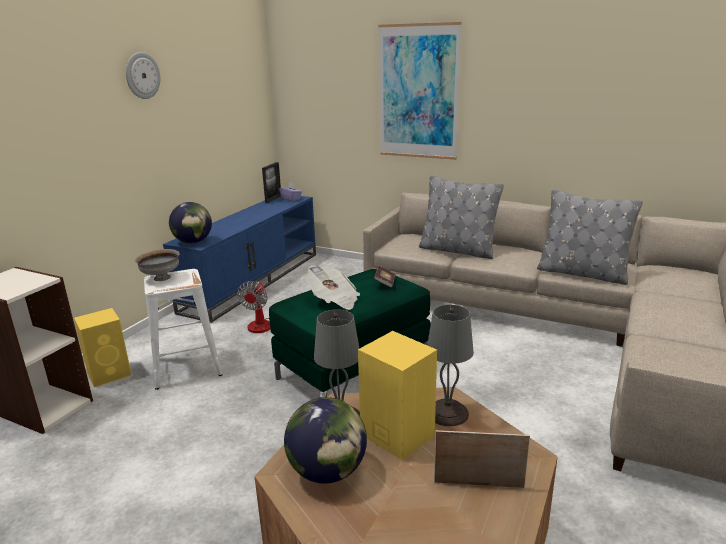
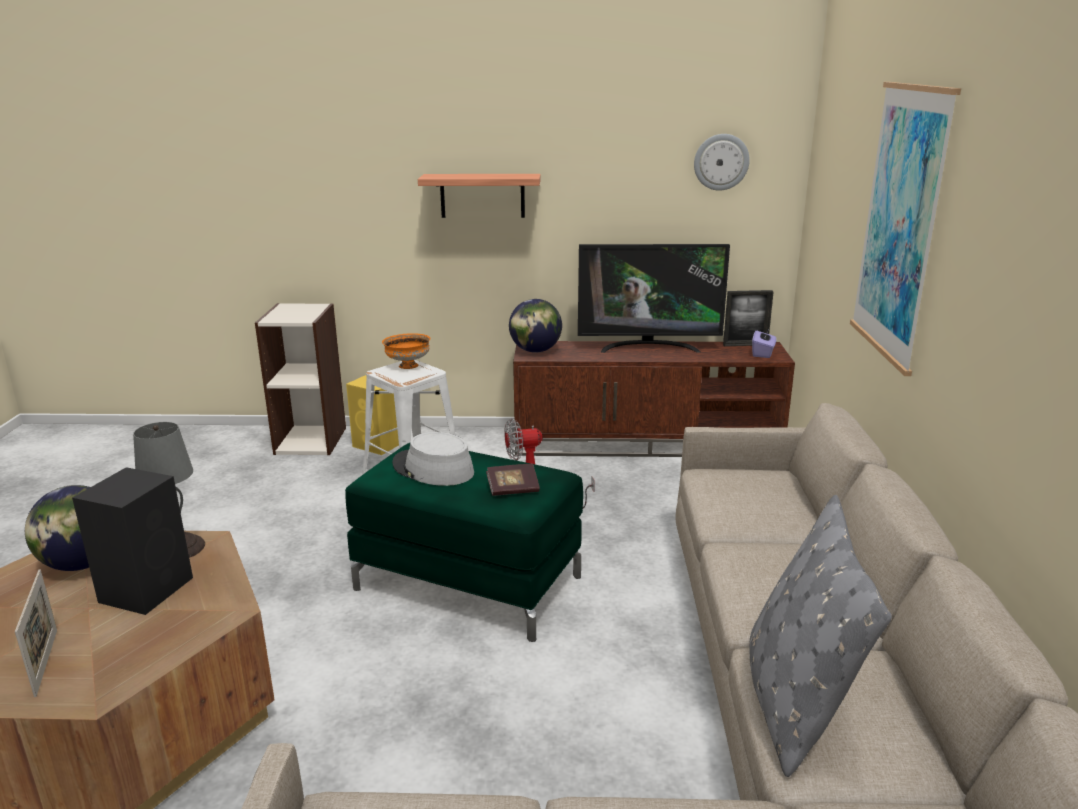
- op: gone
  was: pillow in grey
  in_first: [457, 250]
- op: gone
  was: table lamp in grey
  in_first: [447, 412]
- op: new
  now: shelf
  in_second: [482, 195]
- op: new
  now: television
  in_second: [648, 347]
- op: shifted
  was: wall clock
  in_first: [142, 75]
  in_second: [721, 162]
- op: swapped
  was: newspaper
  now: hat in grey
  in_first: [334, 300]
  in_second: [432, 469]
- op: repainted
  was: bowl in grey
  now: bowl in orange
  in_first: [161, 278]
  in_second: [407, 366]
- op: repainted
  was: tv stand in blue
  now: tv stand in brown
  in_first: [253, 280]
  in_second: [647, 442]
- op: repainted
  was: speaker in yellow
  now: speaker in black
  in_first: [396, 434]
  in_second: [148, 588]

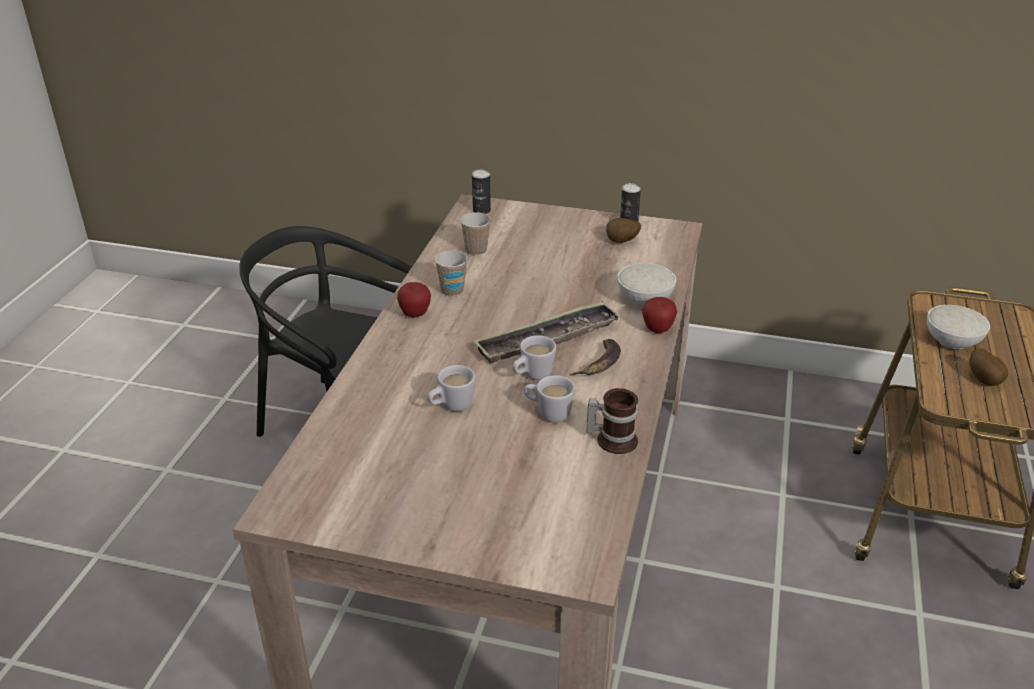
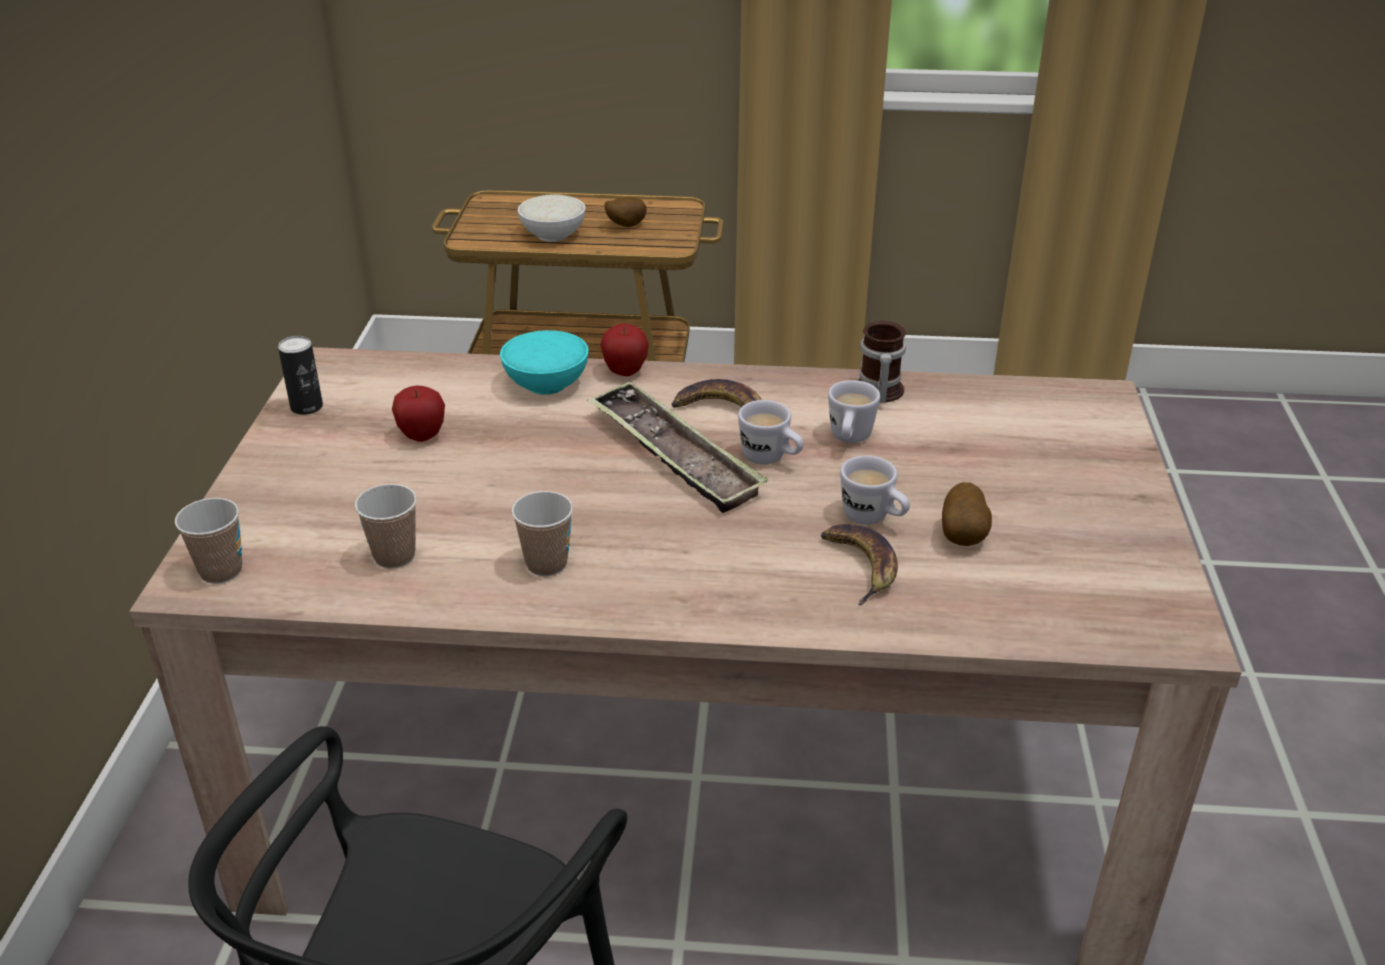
- op: new
  now: banana
  in_second: [861, 566]
- op: shifted
  was: apple
  in_first: [415, 314]
  in_second: [422, 436]
- op: shifted
  was: potato
  in_first: [621, 242]
  in_second: [963, 537]
- op: swapped
  was: can
  now: cup
  in_first: [481, 210]
  in_second: [221, 571]
- op: repainted
  was: bowl in white
  now: bowl in turquoise
  in_first: [645, 300]
  in_second: [548, 384]

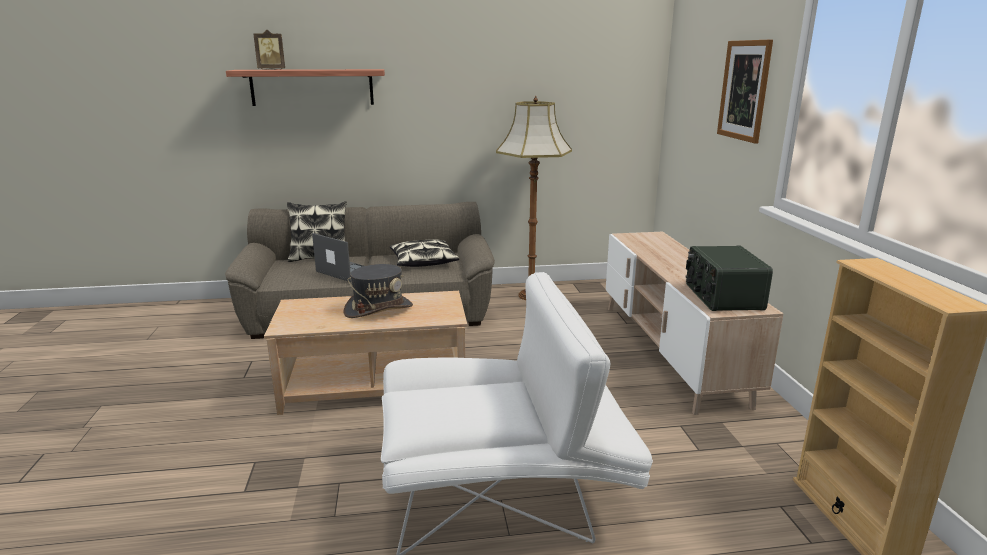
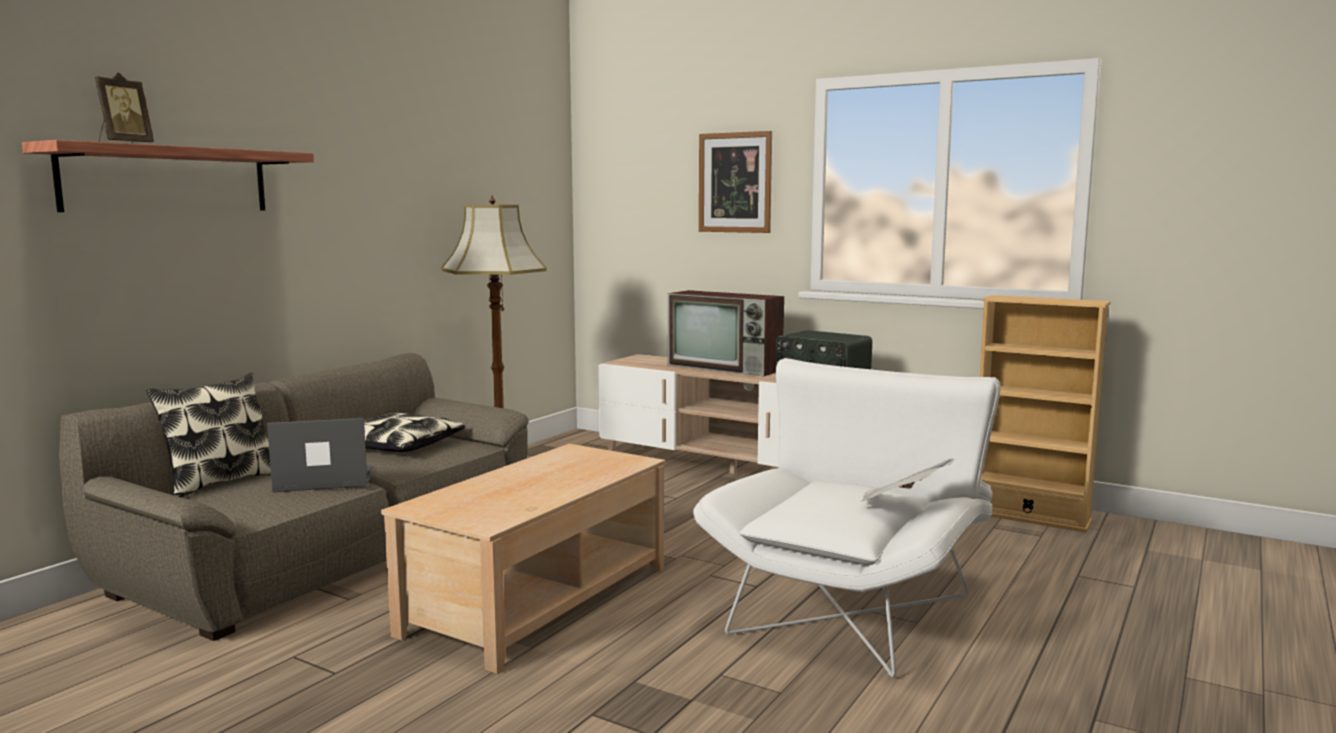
- op: gone
  was: hat in grey
  in_first: [378, 309]
- op: new
  now: television
  in_second: [726, 368]
- op: new
  now: newspaper
  in_second: [902, 505]

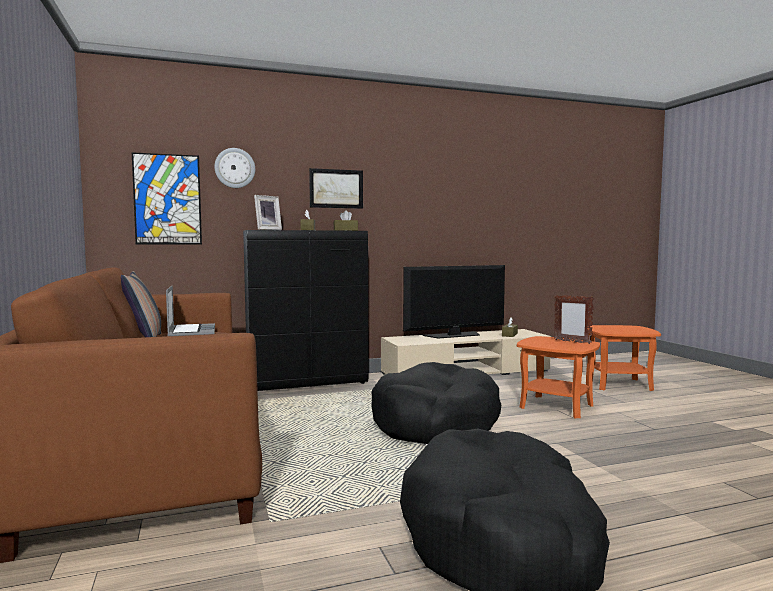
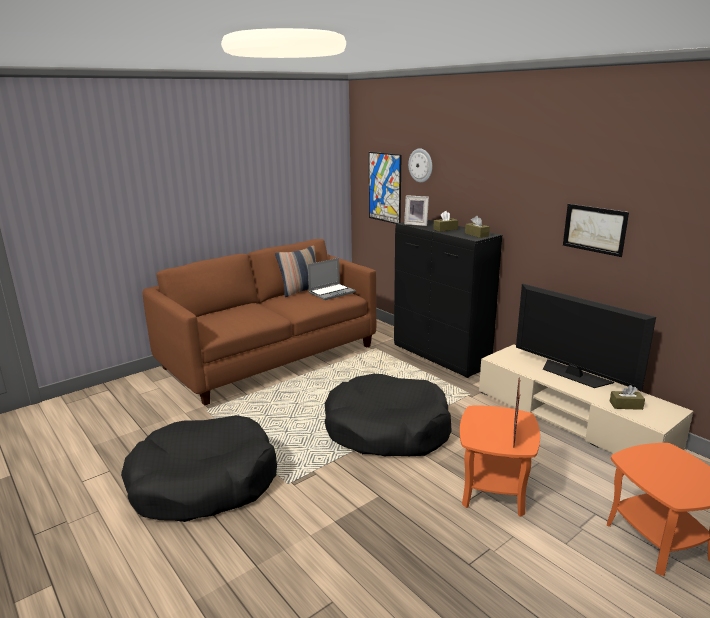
- op: shifted
  was: picture
  in_first: [336, 188]
  in_second: [594, 229]

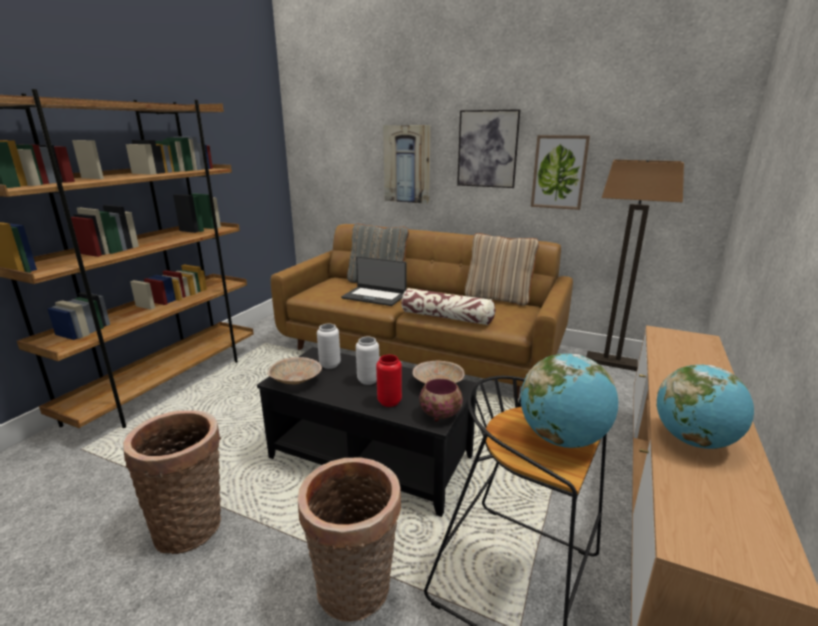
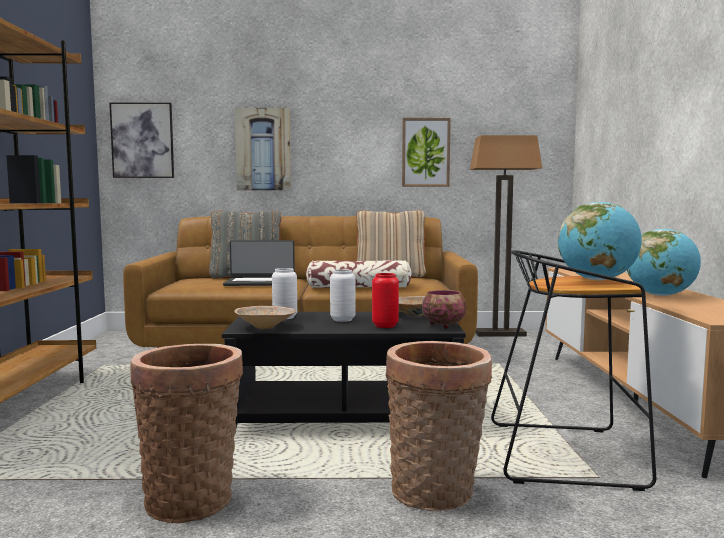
- op: shifted
  was: picture
  in_first: [487, 149]
  in_second: [142, 140]

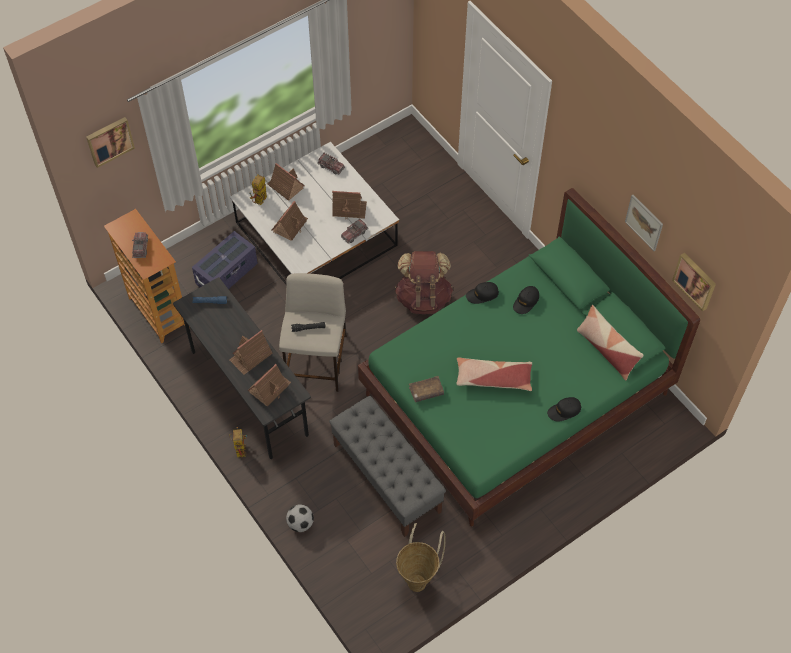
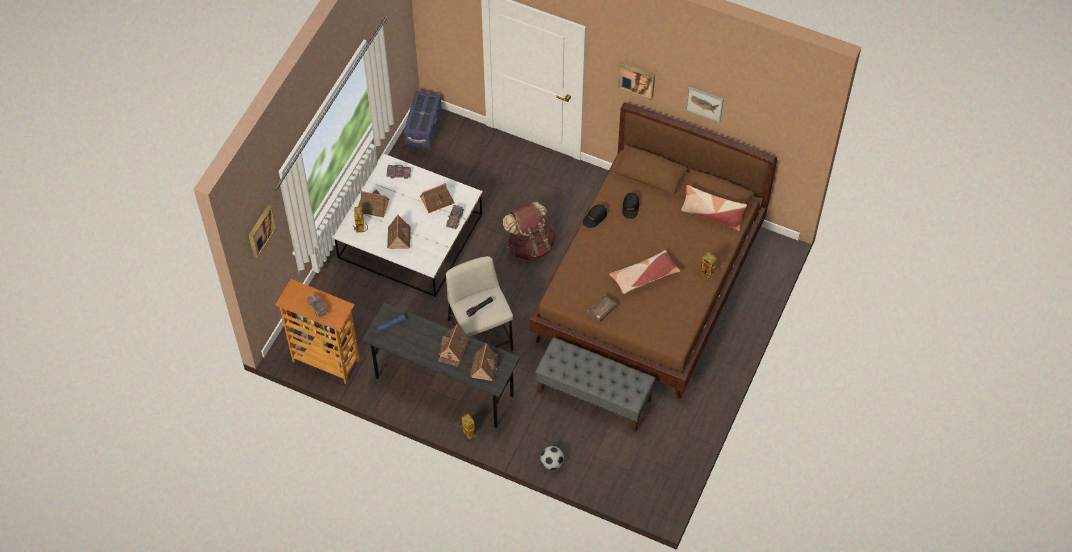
- op: gone
  was: basket
  in_first: [418, 578]
- op: shifted
  was: storage box in purple
  in_first: [227, 274]
  in_second: [423, 129]
- op: shifted
  was: picture
  in_first: [695, 280]
  in_second: [637, 79]
- op: swapped
  was: cap in black
  now: toy robot
  in_first: [564, 411]
  in_second: [710, 274]
- op: repainted
  was: bed in green
  now: bed in brown
  in_first: [516, 394]
  in_second: [649, 285]

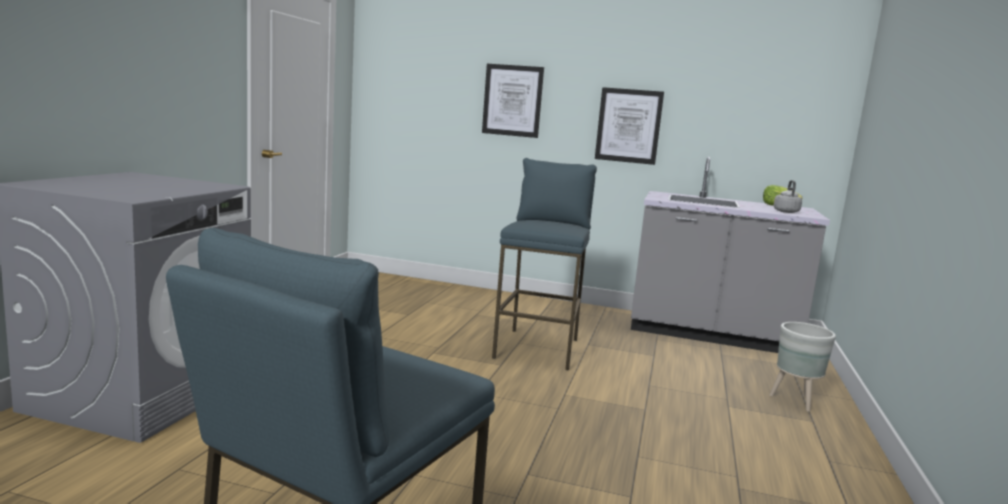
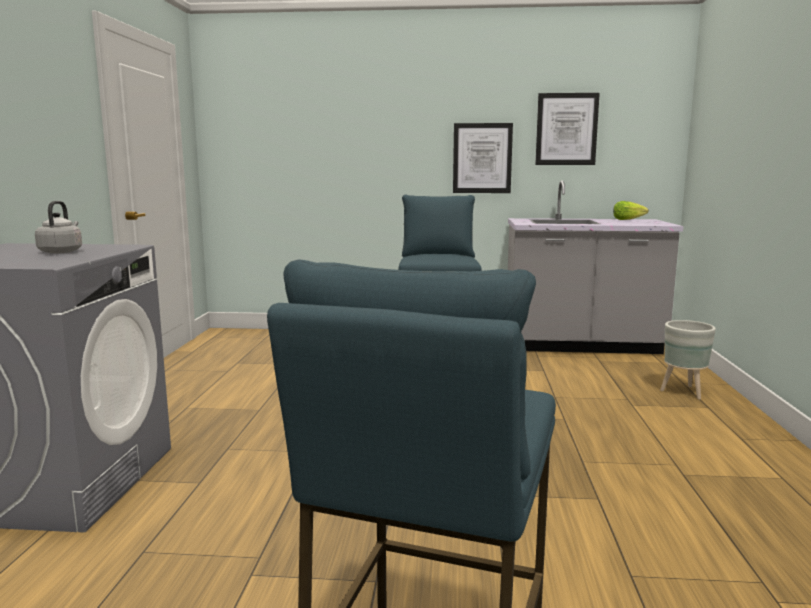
- op: shifted
  was: picture
  in_first: [512, 100]
  in_second: [566, 129]
- op: shifted
  was: kettle in grey
  in_first: [785, 211]
  in_second: [61, 251]

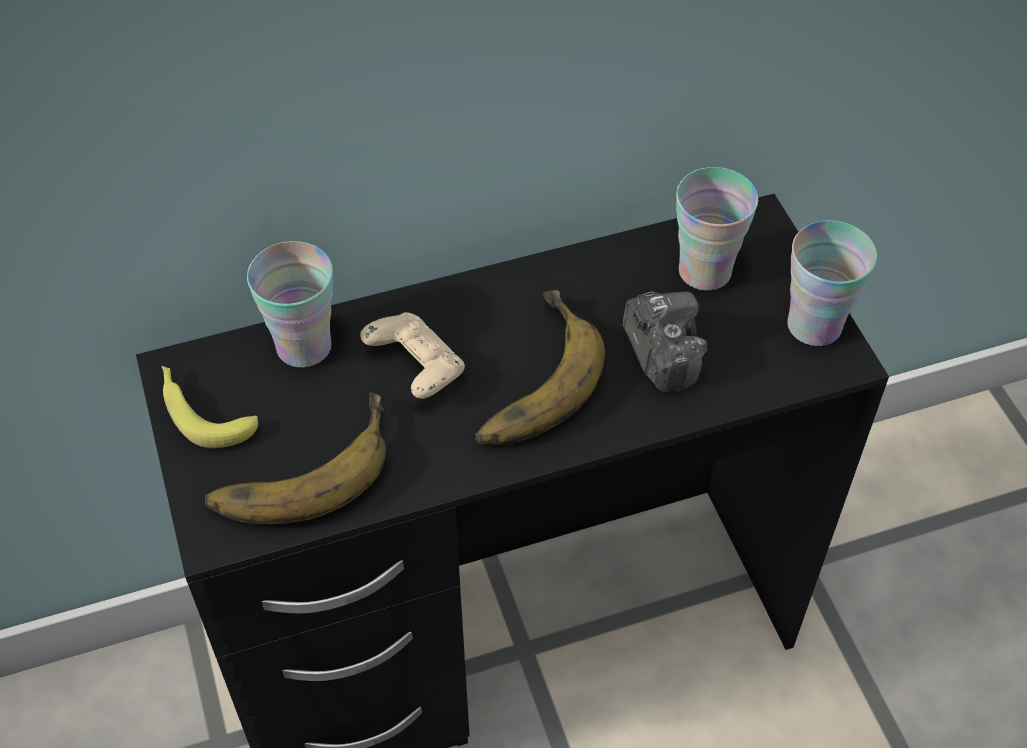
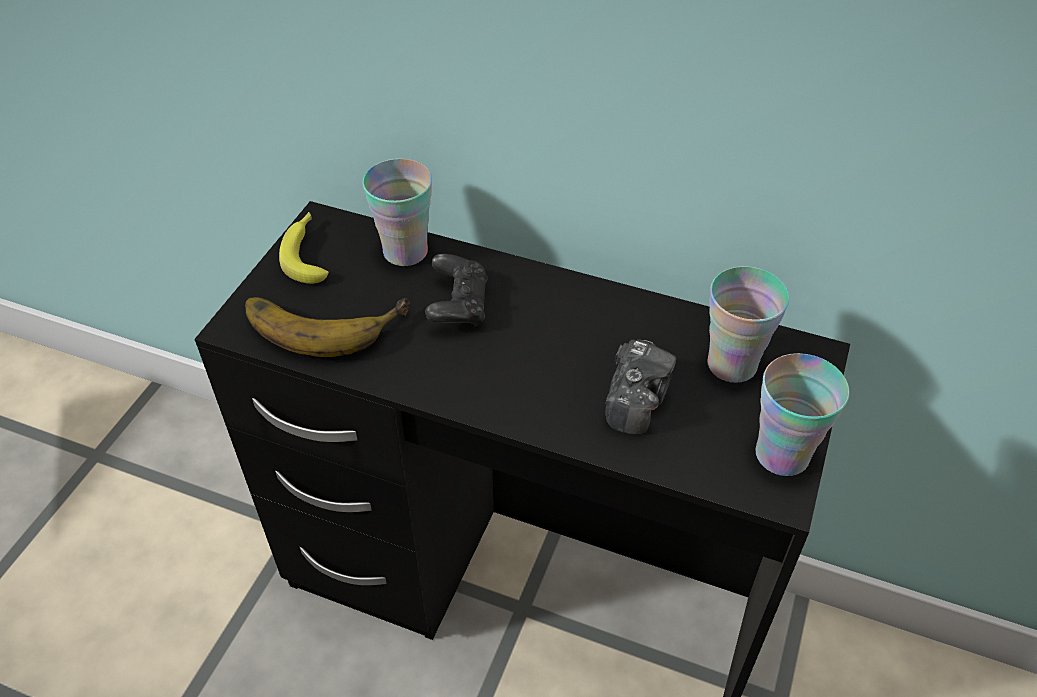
- op: gone
  was: banana
  in_first: [525, 378]
- op: repainted
  was: game controller in beige
  now: game controller in black
  in_first: [416, 368]
  in_second: [458, 306]

